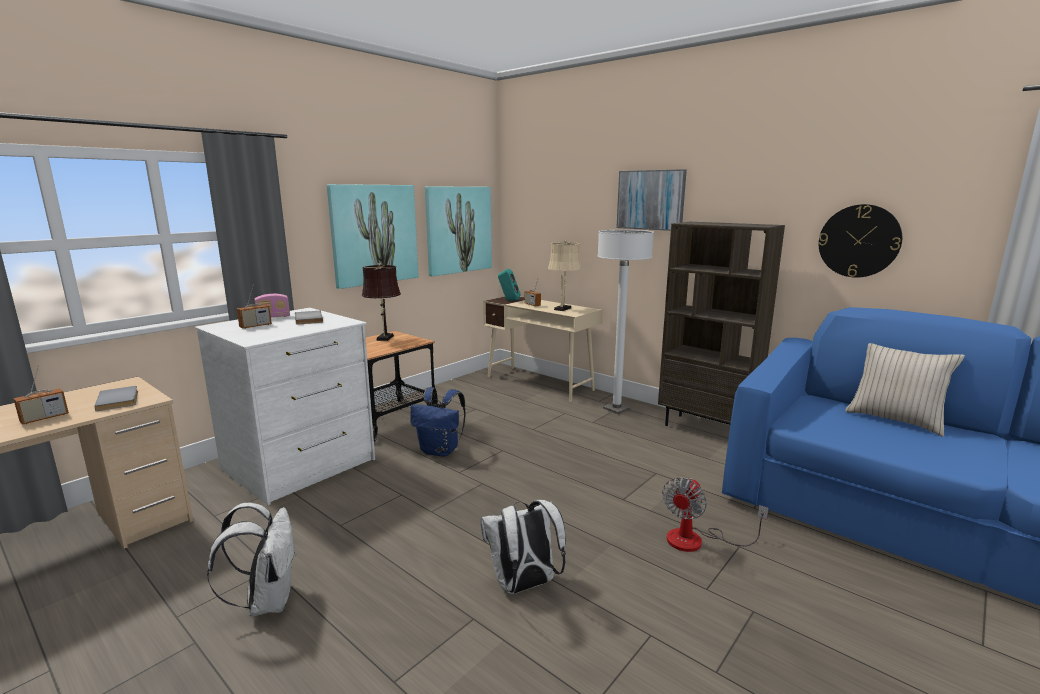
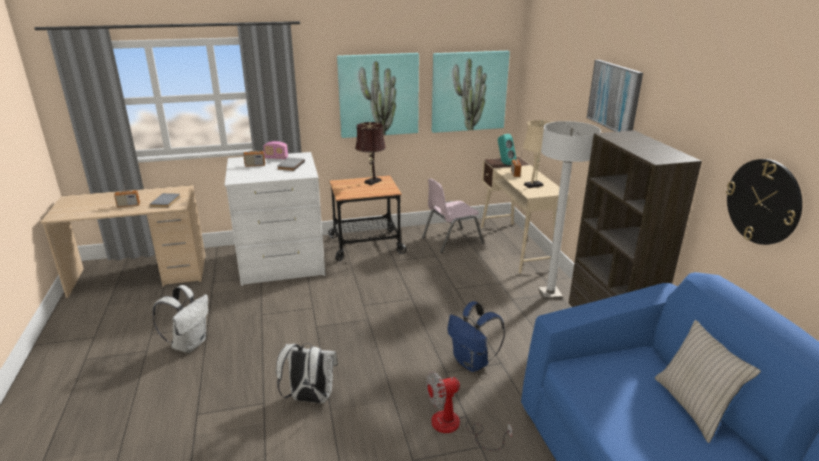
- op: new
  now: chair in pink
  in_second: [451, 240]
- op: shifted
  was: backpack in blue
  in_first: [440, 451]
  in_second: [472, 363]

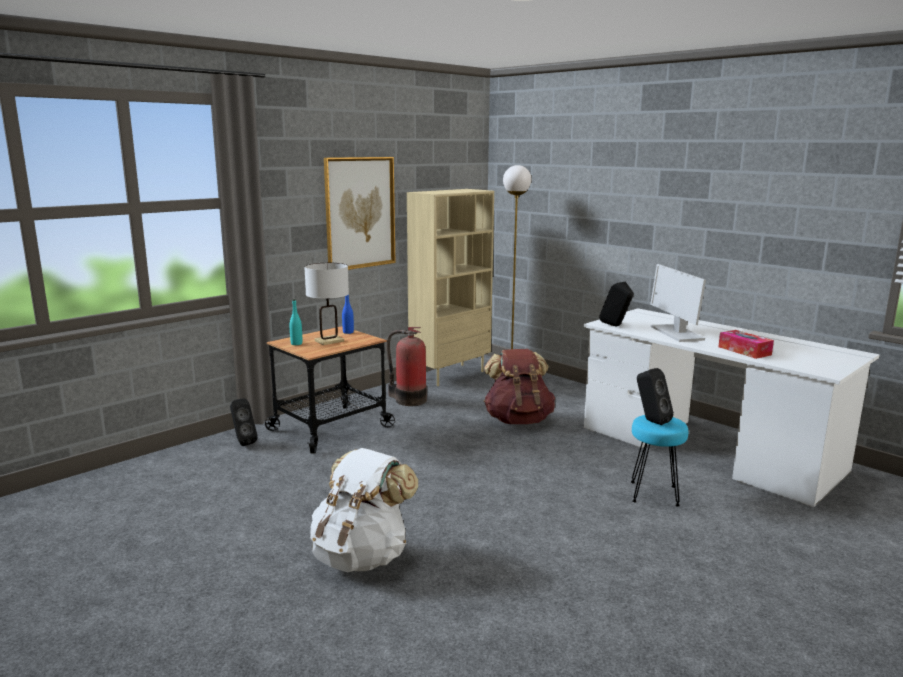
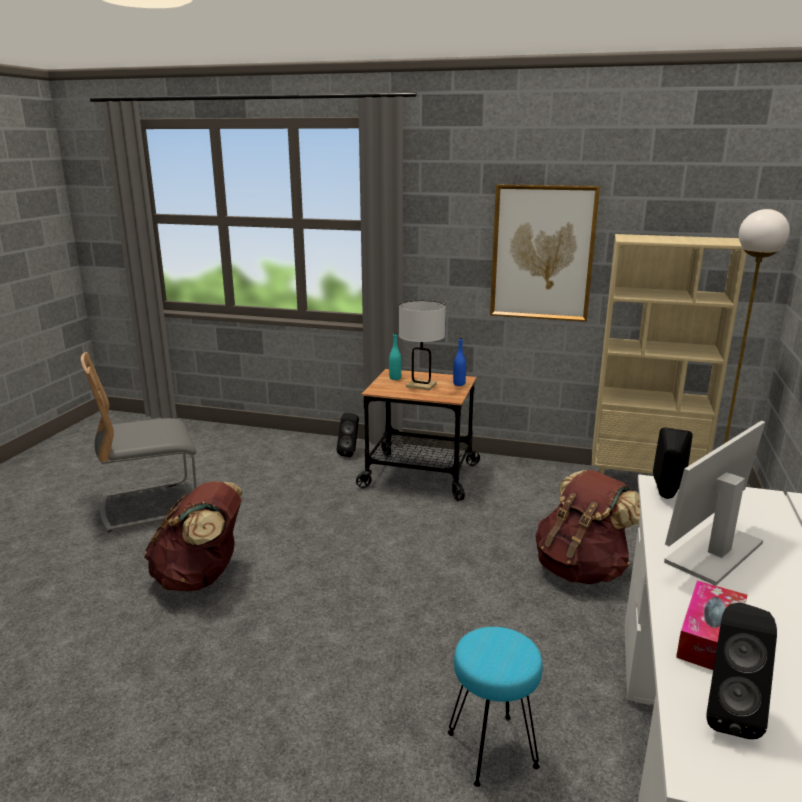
- op: gone
  was: fire extinguisher
  in_first: [408, 400]
- op: new
  now: chair in grey
  in_second: [150, 505]
- op: shifted
  was: speaker in black
  in_first: [651, 421]
  in_second: [728, 712]
- op: repainted
  was: backpack in white
  now: backpack in brown
  in_first: [362, 556]
  in_second: [201, 577]

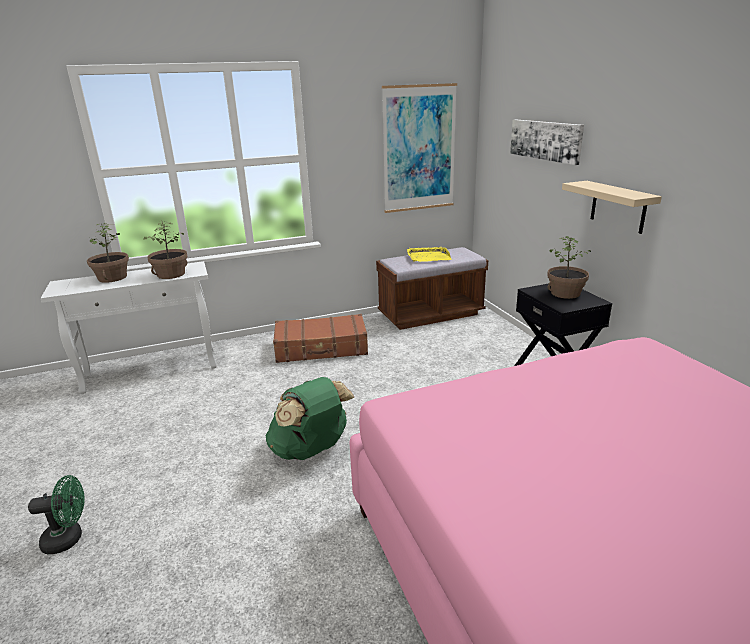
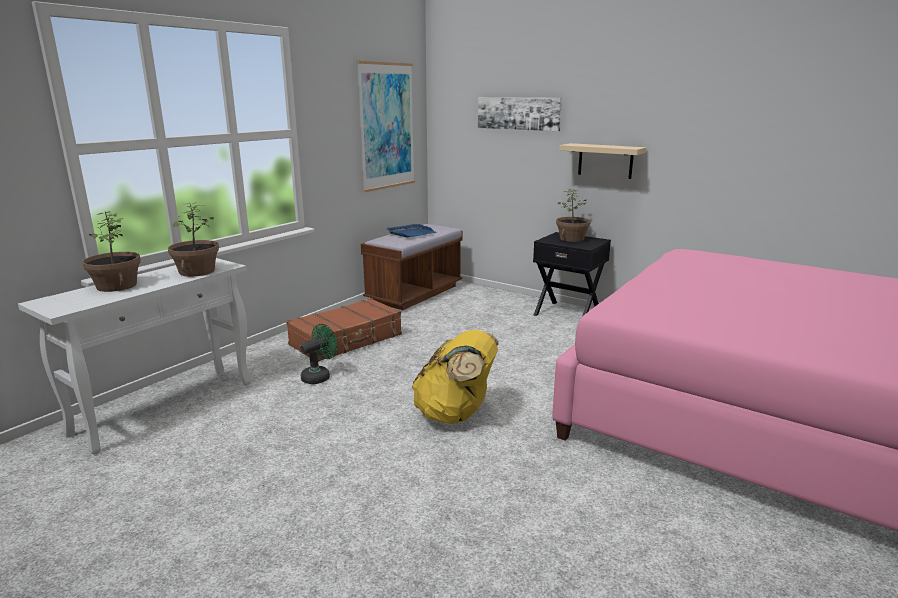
- op: shifted
  was: fan in green
  in_first: [69, 538]
  in_second: [319, 376]
- op: repainted
  was: backpack in green
  now: backpack in yellow
  in_first: [311, 450]
  in_second: [455, 414]
- op: repainted
  was: tray in yellow
  now: tray in blue
  in_first: [428, 257]
  in_second: [411, 233]

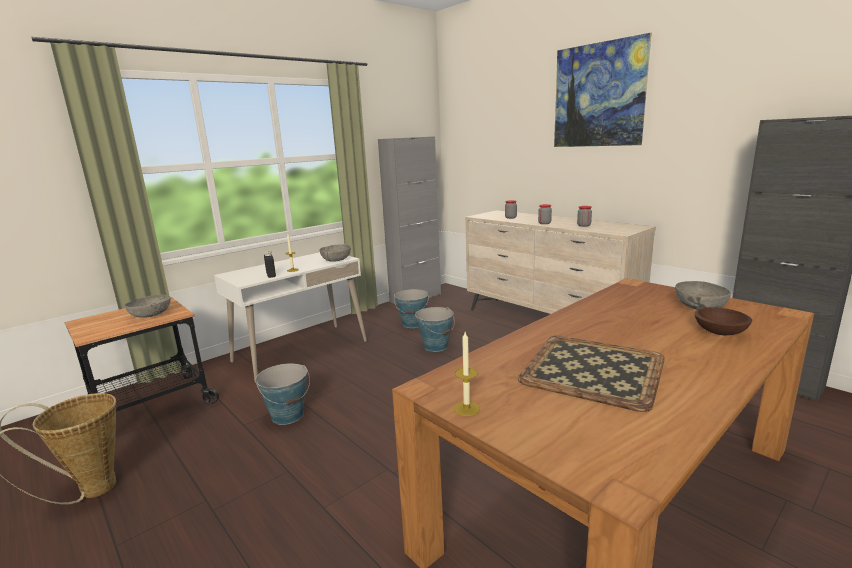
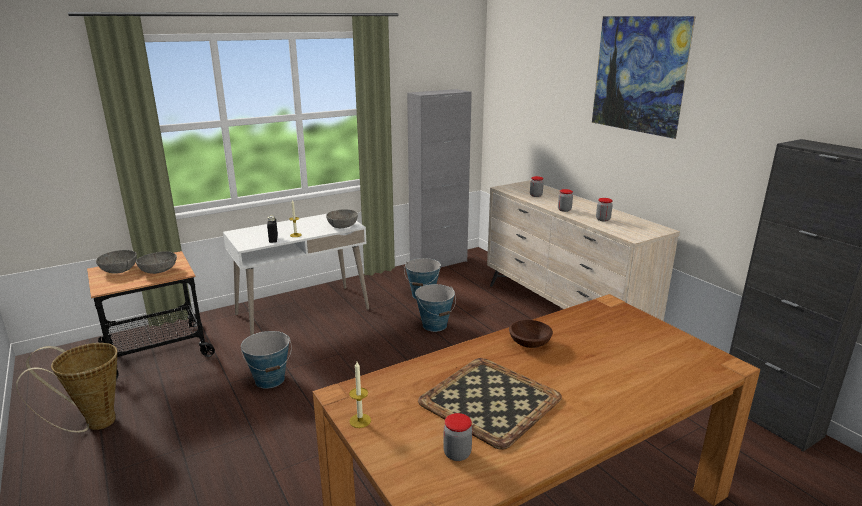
- op: new
  now: jar
  in_second: [457, 454]
- op: shifted
  was: bowl in grey
  in_first: [700, 307]
  in_second: [119, 269]
- op: shifted
  was: bowl in brown
  in_first: [719, 332]
  in_second: [529, 343]

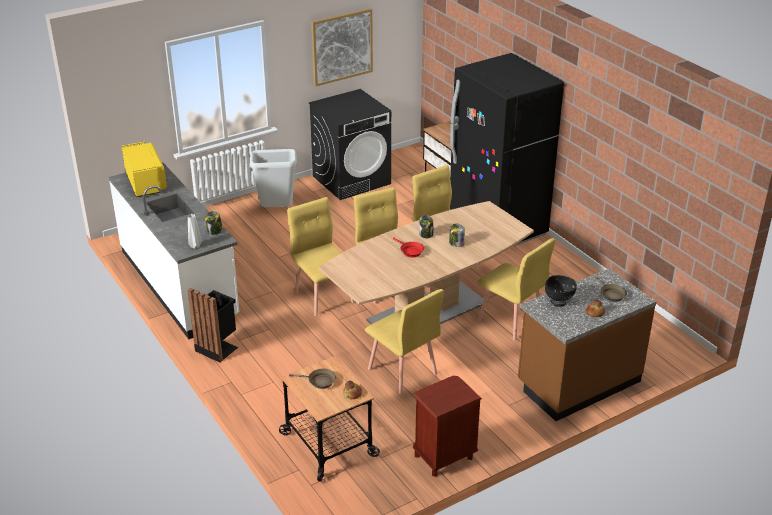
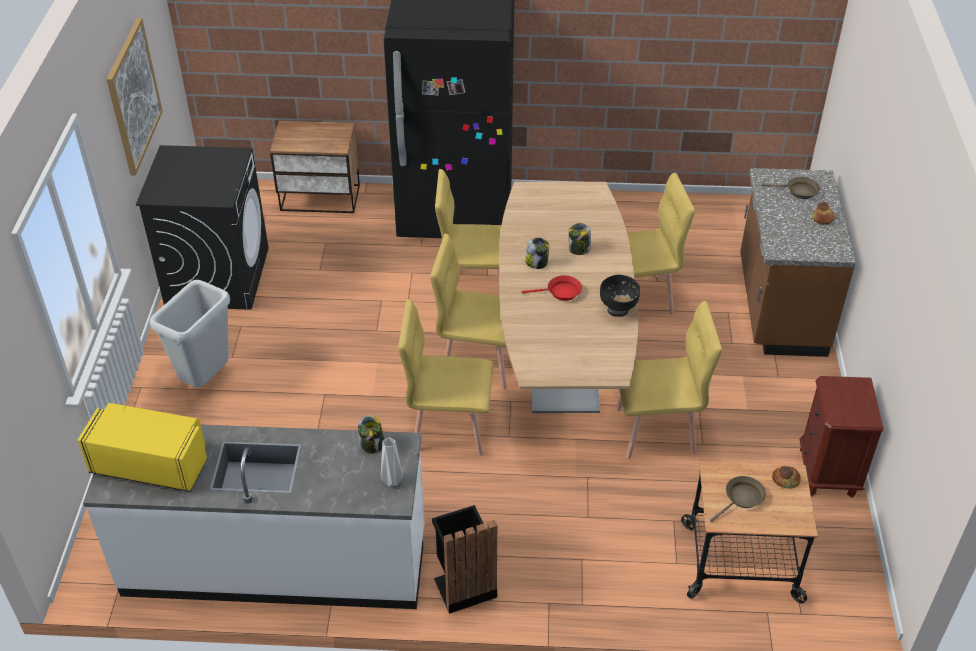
- op: shifted
  was: bowl in black
  in_first: [558, 302]
  in_second: [618, 310]

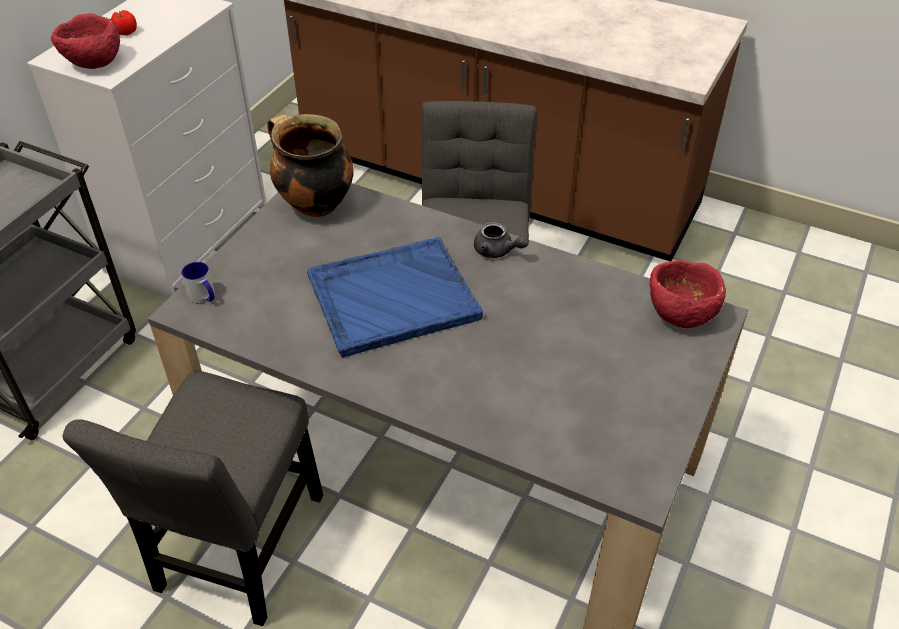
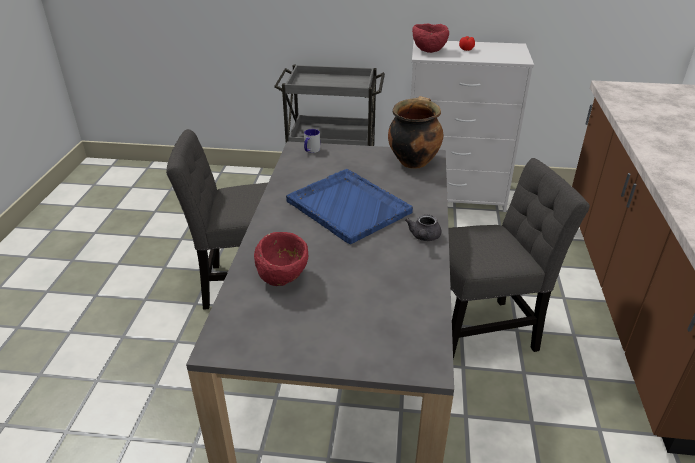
- op: shifted
  was: bowl in red
  in_first: [679, 314]
  in_second: [284, 277]

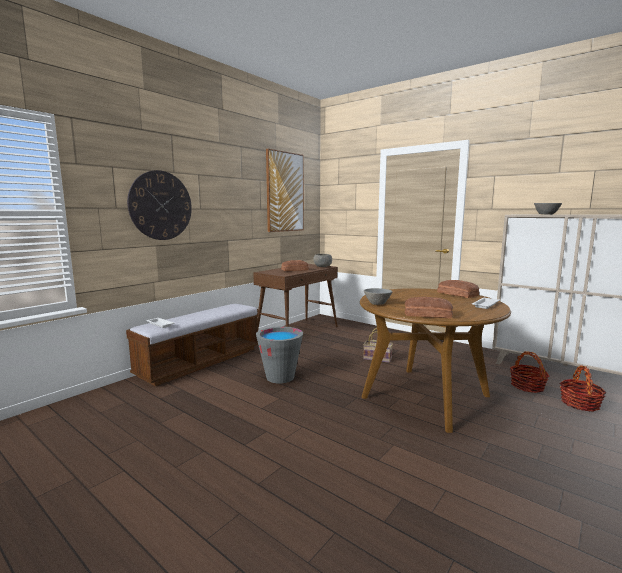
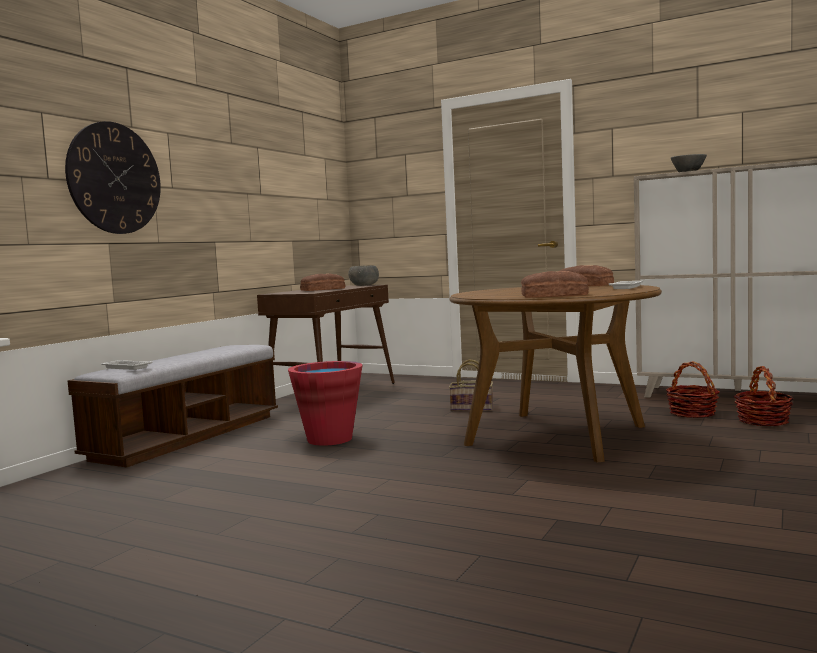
- op: gone
  was: picture
  in_first: [284, 192]
- op: gone
  was: bowl in grey
  in_first: [378, 303]
- op: repainted
  was: bucket in grey
  now: bucket in red
  in_first: [280, 377]
  in_second: [329, 439]

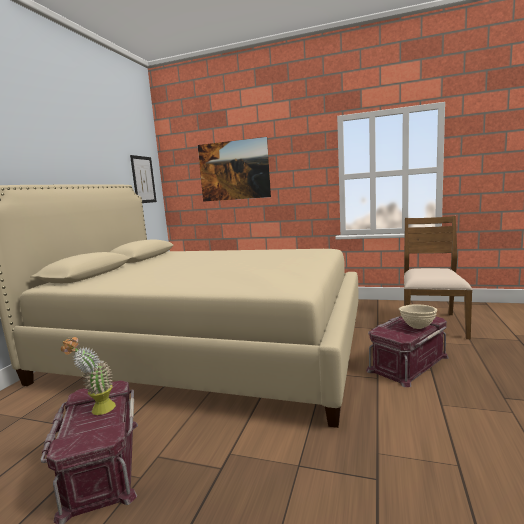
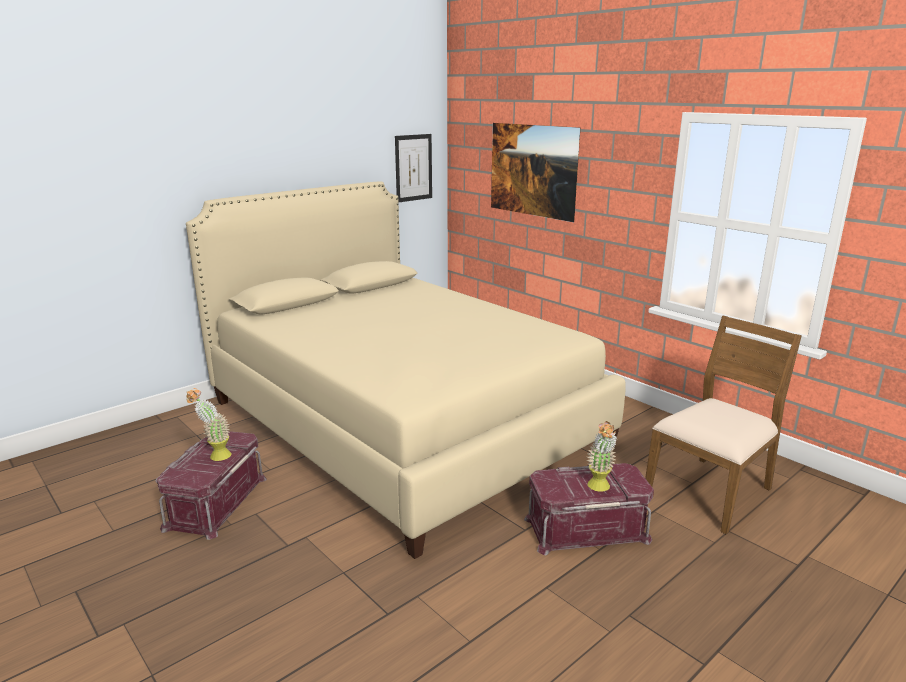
- op: swapped
  was: bowl in beige
  now: potted plant
  in_first: [417, 327]
  in_second: [599, 488]

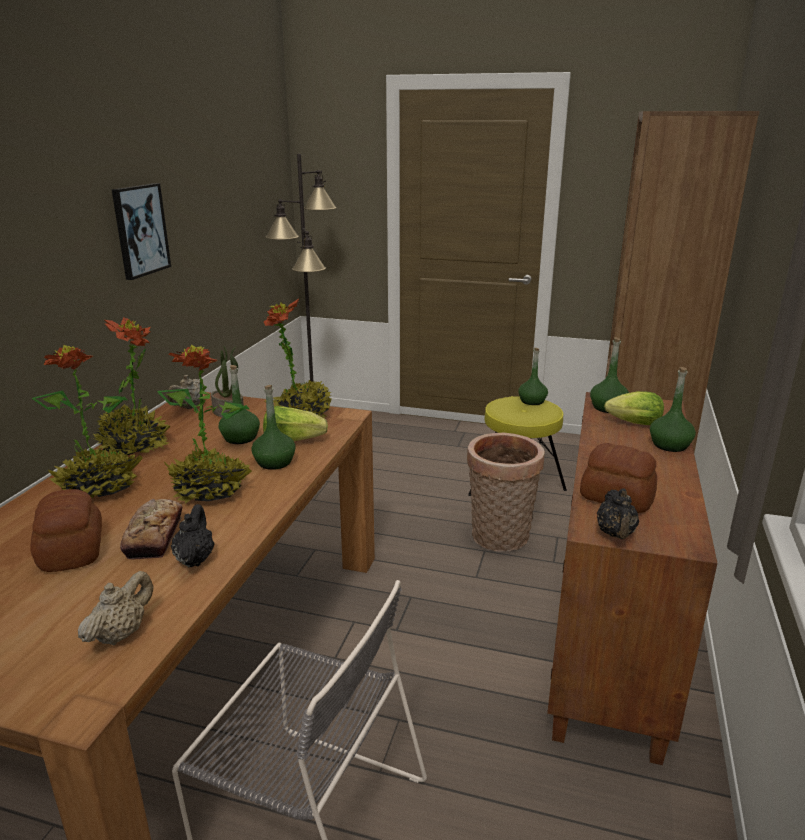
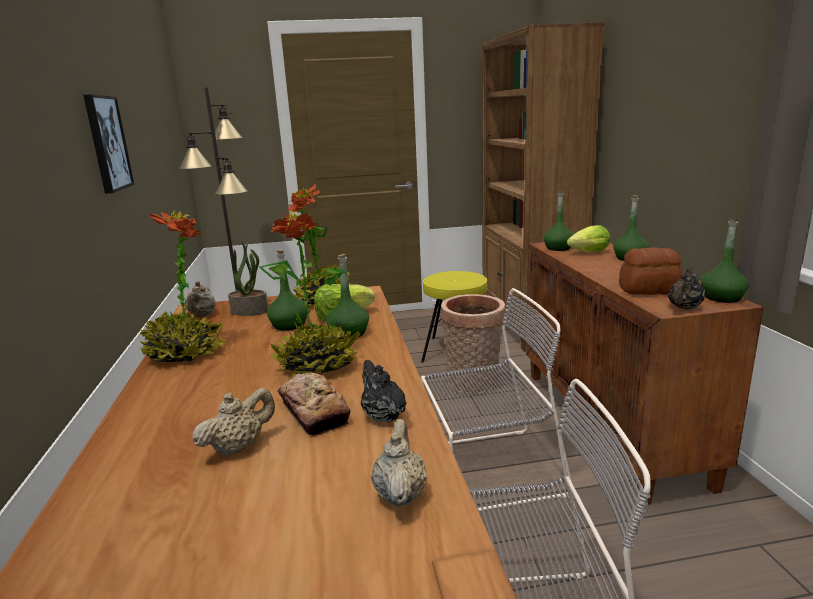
- op: gone
  was: potted plant
  in_first: [100, 488]
- op: new
  now: chair in grey
  in_second: [487, 470]
- op: shifted
  was: bottle in green
  in_first: [532, 401]
  in_second: [722, 297]
- op: swapped
  was: bread
  now: teapot in beige
  in_first: [73, 550]
  in_second: [239, 447]
- op: rotated
  was: teapot in black
  in_first: [615, 535]
  in_second: [684, 308]
  clockwise: 60

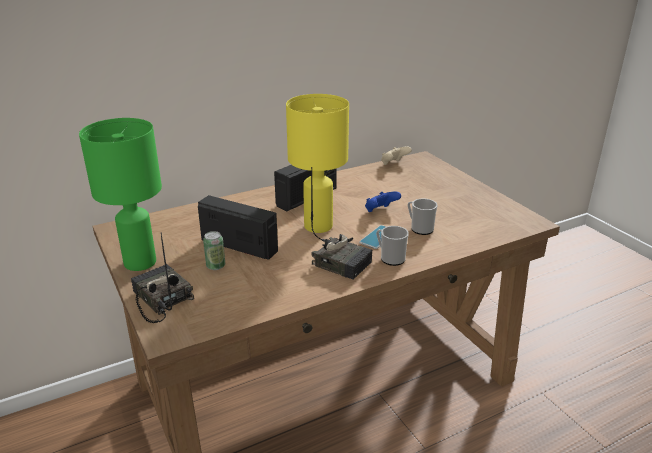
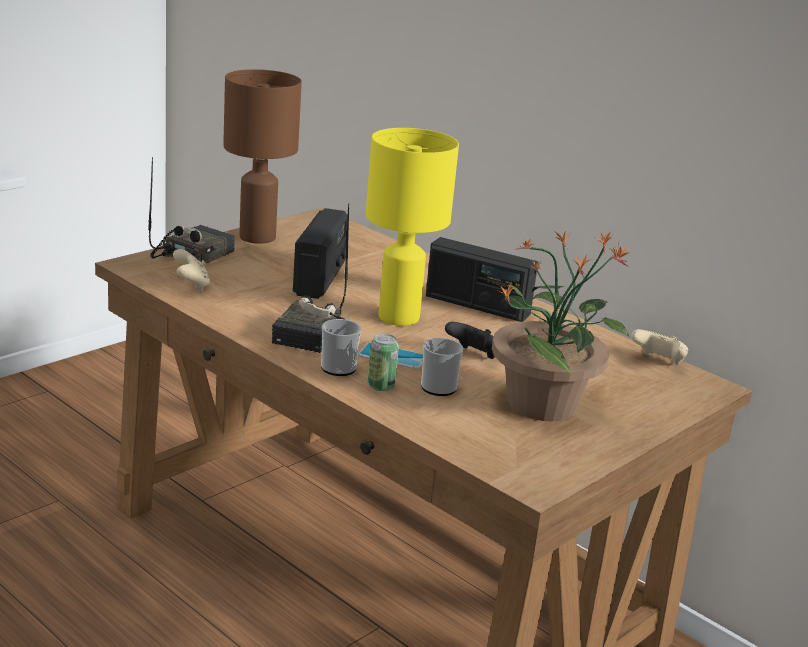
- op: new
  now: game controller in beige
  in_second: [191, 285]
- op: new
  now: potted plant
  in_second: [543, 404]
- op: shifted
  was: can
  in_first: [215, 266]
  in_second: [381, 386]
- op: repainted
  was: table lamp in green
  now: table lamp in brown
  in_first: [139, 263]
  in_second: [256, 237]
- op: repainted
  was: game controller in blue
  now: game controller in black
  in_first: [380, 211]
  in_second: [473, 356]

